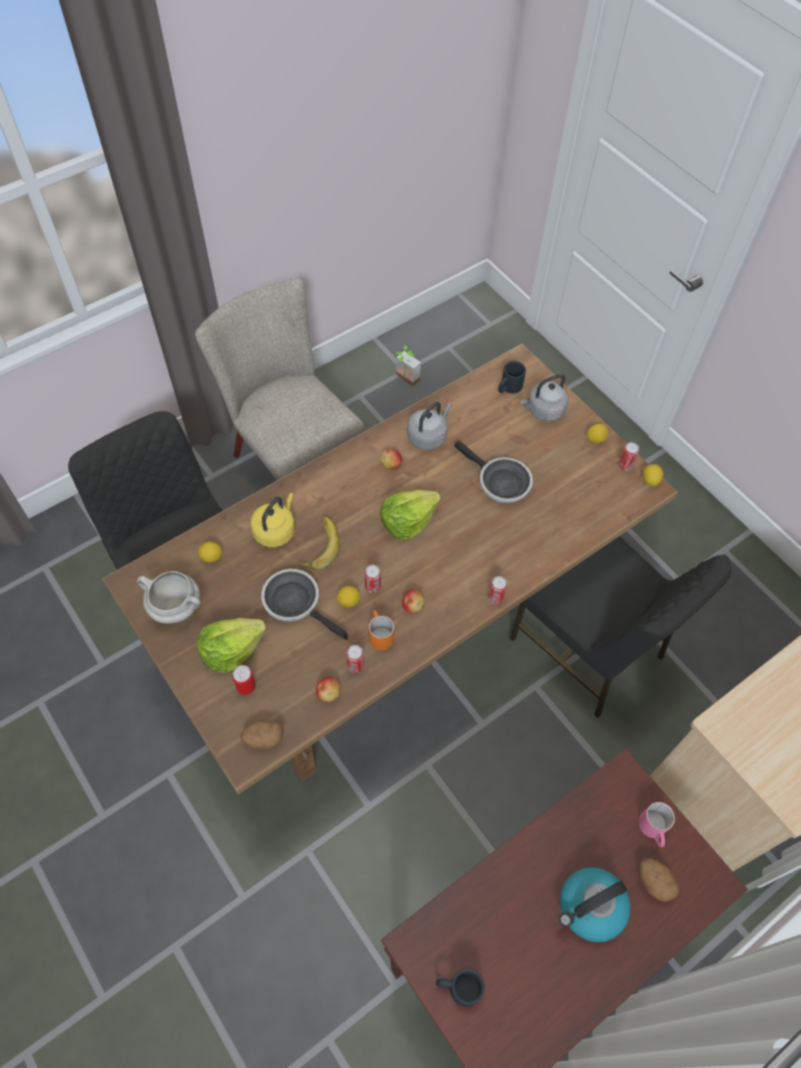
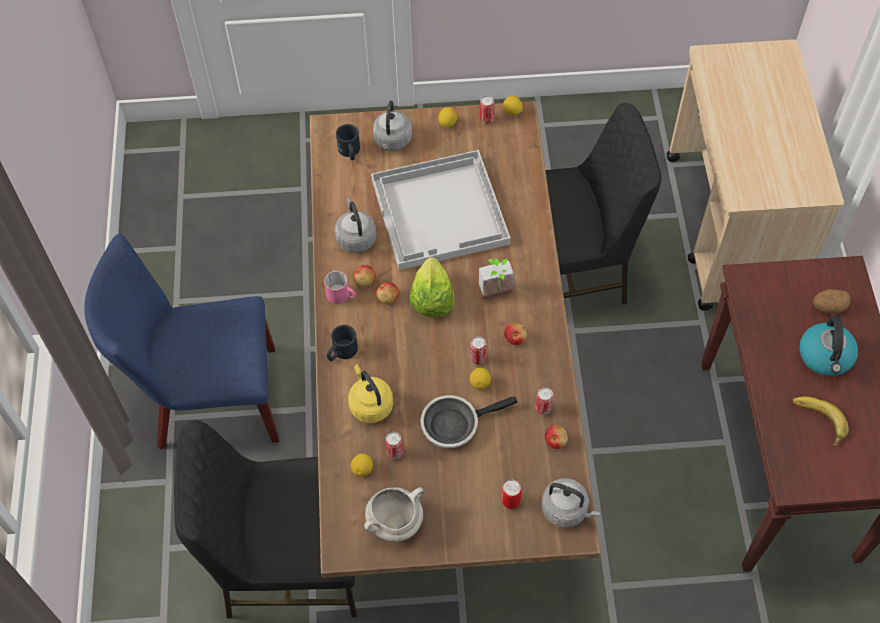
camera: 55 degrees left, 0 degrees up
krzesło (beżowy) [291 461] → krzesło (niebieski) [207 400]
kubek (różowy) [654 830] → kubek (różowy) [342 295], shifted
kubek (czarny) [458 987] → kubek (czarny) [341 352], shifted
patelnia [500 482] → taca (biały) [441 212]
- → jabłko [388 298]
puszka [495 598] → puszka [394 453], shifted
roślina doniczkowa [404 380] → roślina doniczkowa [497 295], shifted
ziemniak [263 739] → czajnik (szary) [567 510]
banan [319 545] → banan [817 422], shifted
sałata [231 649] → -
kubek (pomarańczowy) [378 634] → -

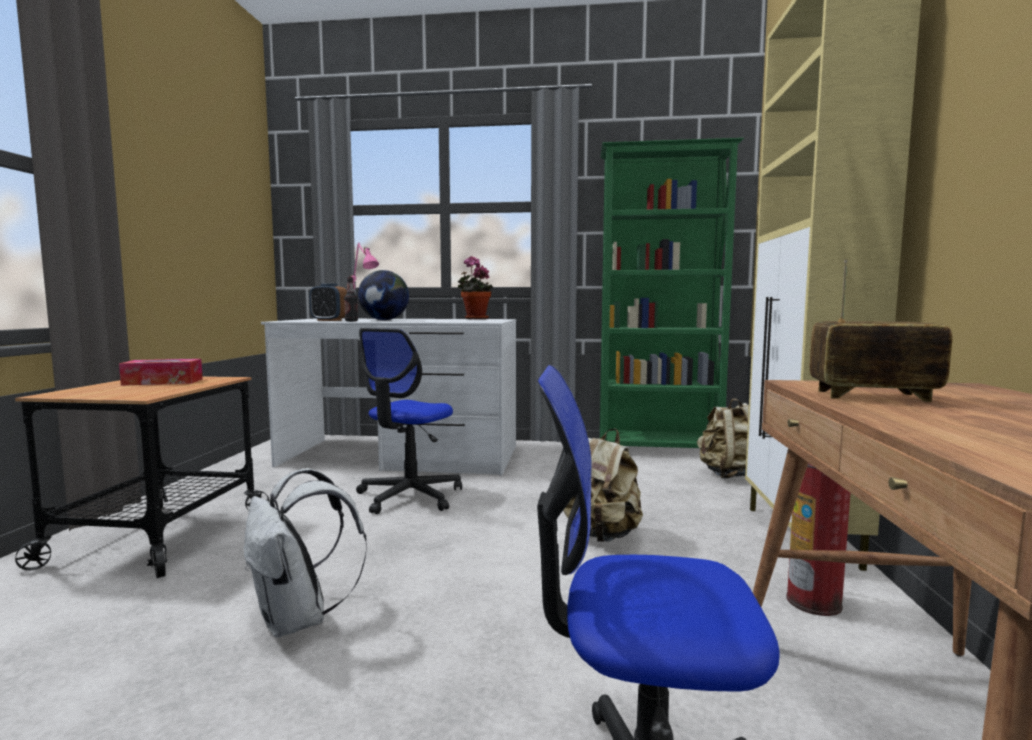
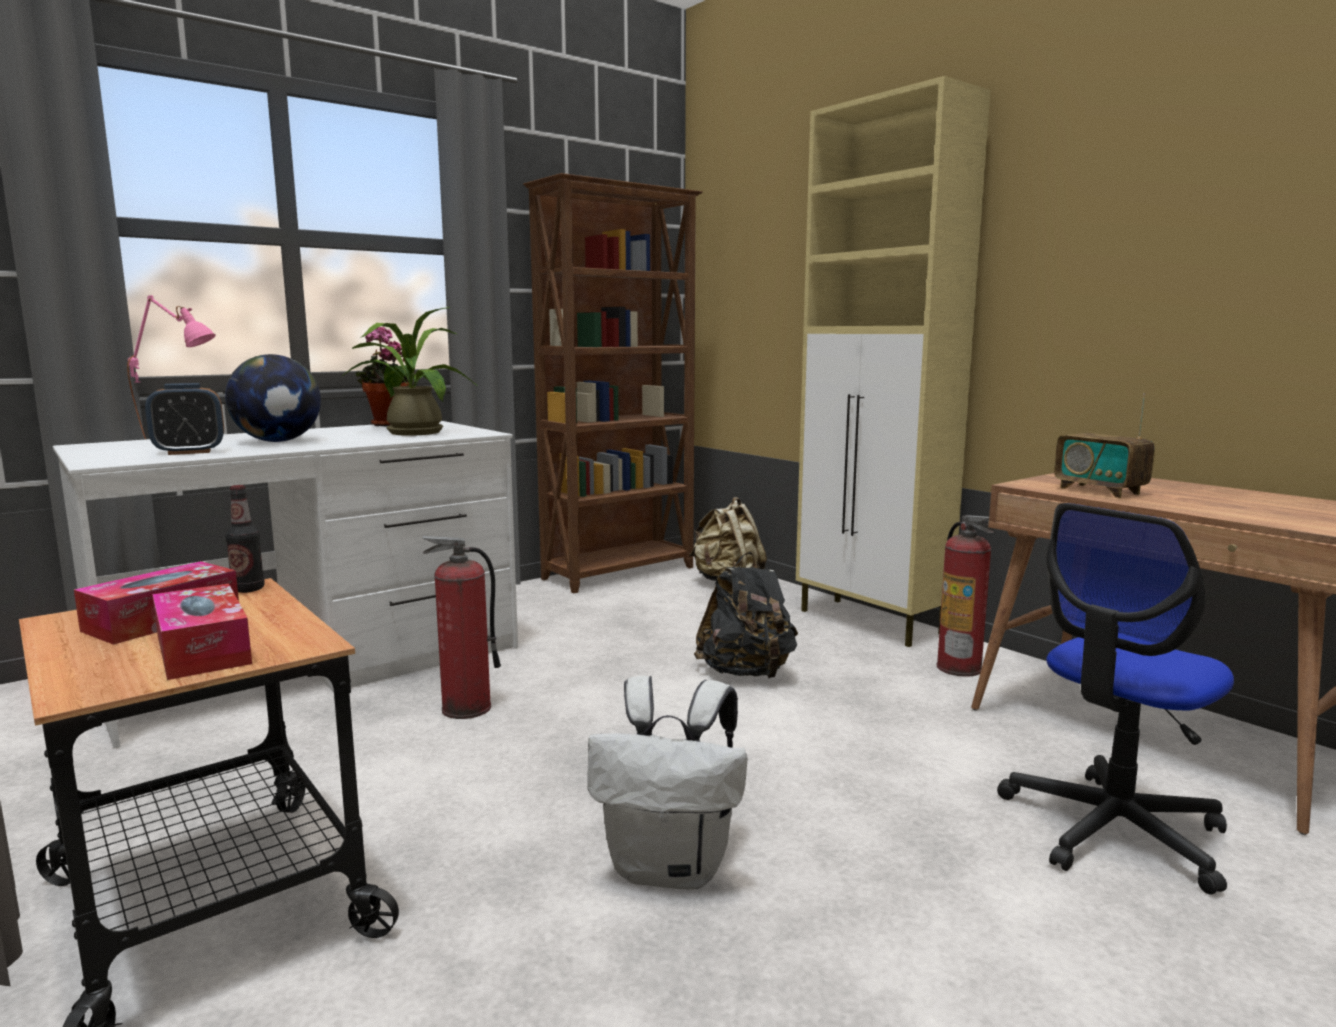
camera: 45 degrees left, 5 degrees up
- → pudełko chusteczek [203 649]
butelka [351 321] → butelka [248 589], shifted
- → roślina doniczkowa [411 432]
krzesło biurowe [409 496] → gaśnica [466 708]
regał (zielony) [659 451] → regał (brązowy) [621 573]
plecak (beżowy) [602 535] → plecak (czarny) [746 673]
radio [872 396] → radio [1100 491], 90 degrees counterclockwise

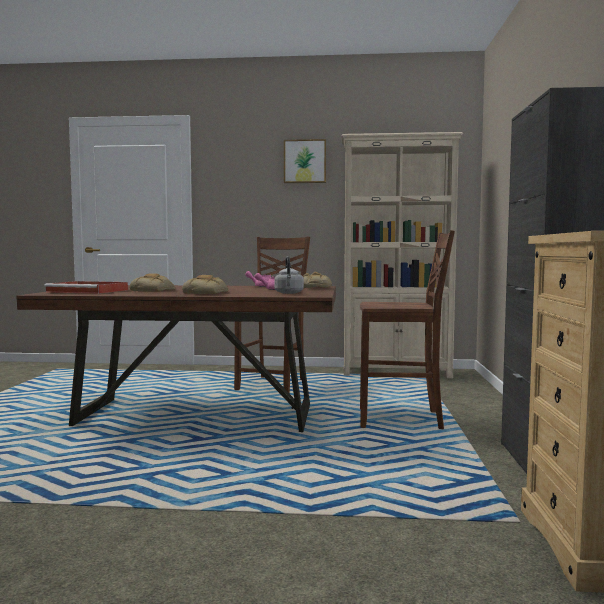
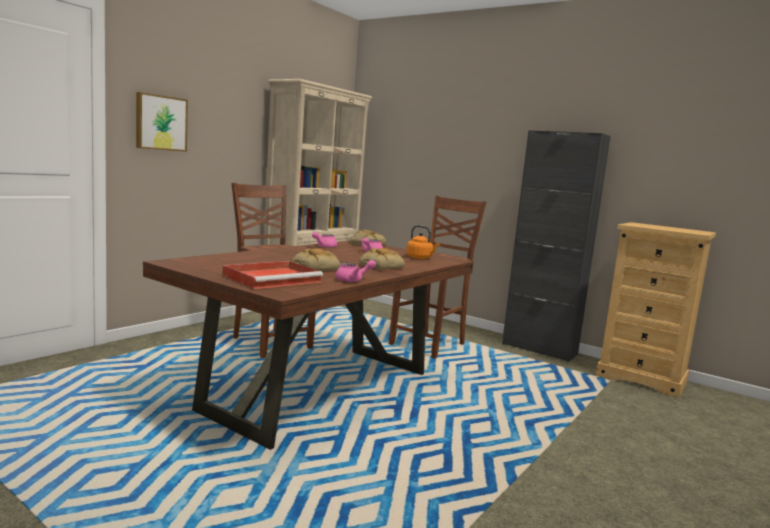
camera: 60 degrees left, 5 degrees up
obraz [305 161] → obraz [160 123], shifted
- → imbryk (różowy) [353 280]
czajnik (szary) [289 293] → czajnik (pomarańczowy) [420 258]

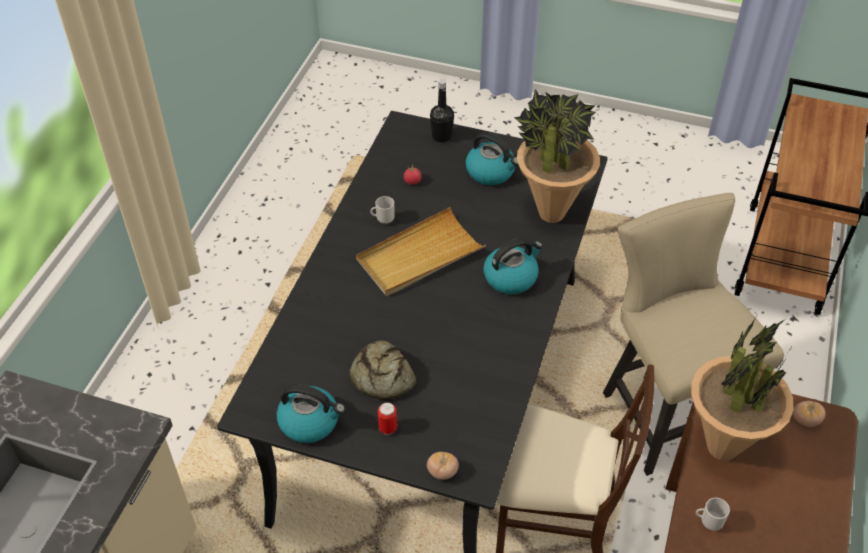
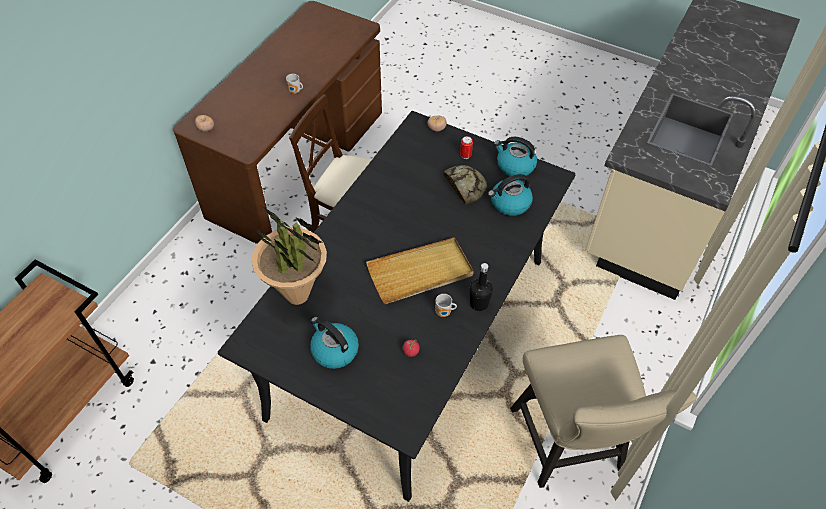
camera: 170 degrees left, 5 degrees up
butelka (czarny) [441 136] → butelka (czarny) [479 304], shifted
czajnik [511 277] → czajnik [509 203], shifted
krzesło (beżowy) [666 408] → krzesło (beżowy) [570 447], shifted
roślina doniczkowa [722 447] → -

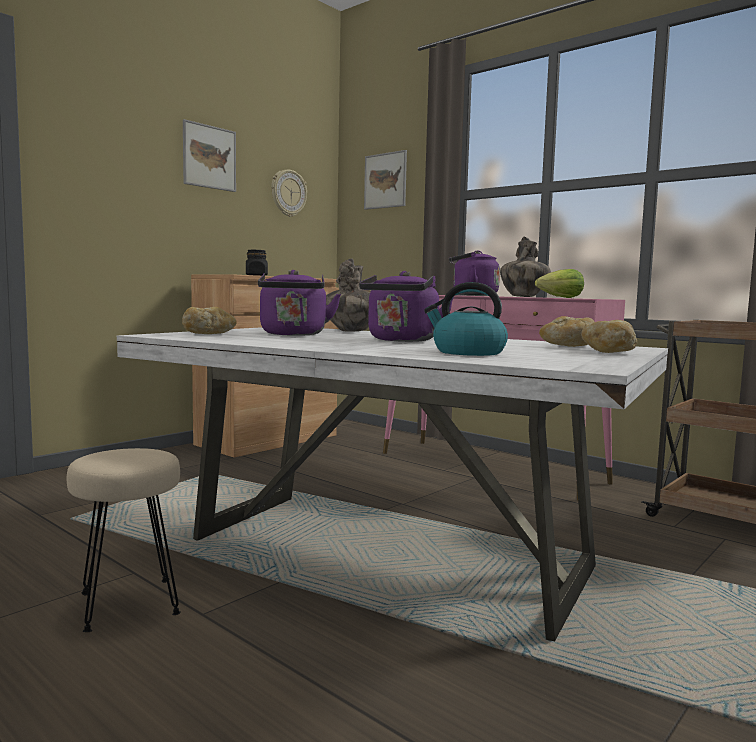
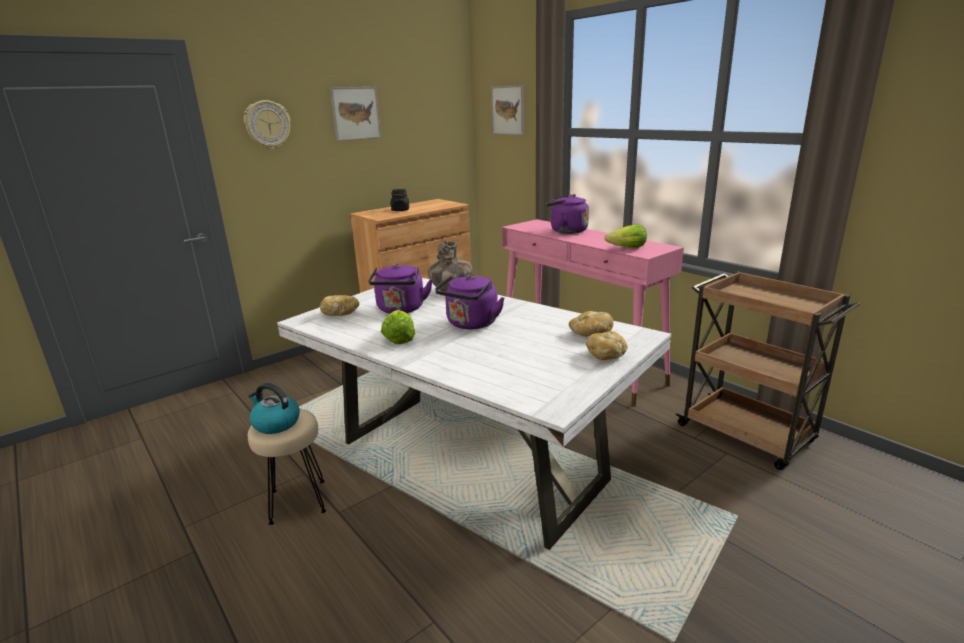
camera: 10 degrees right, 15 degrees up
zegar ścienny [288 193] → zegar ścienny [267 125], shifted
czajnik [467 352] → czajnik [275 423], shifted
- → sałata [399 338]
wazon [523 296] → -

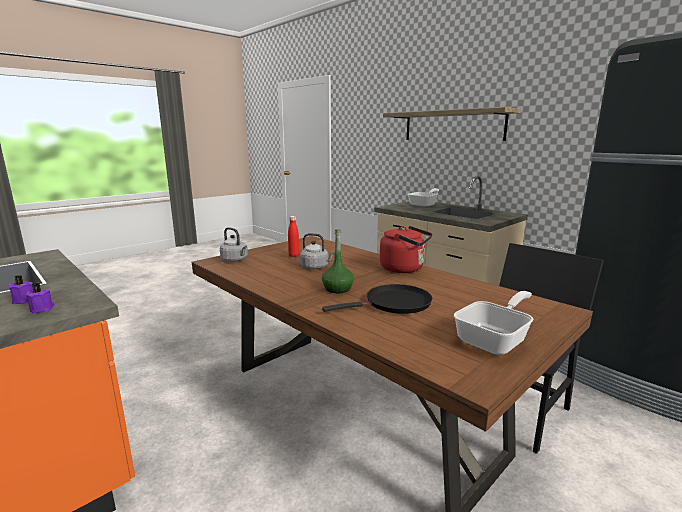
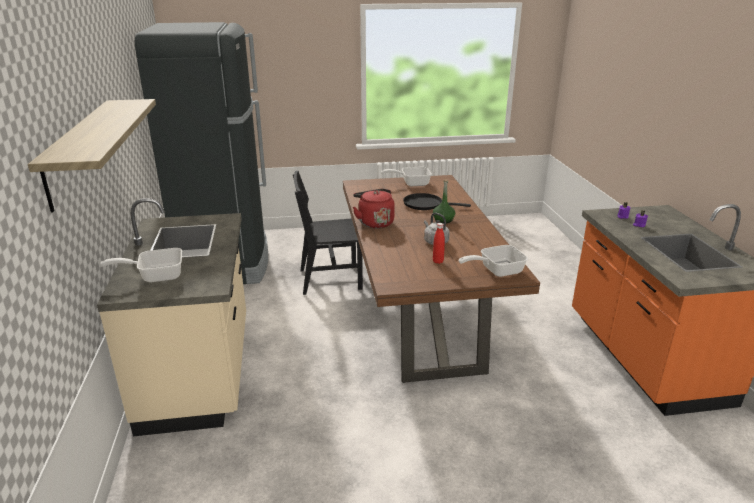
camera: 145 degrees left, 10 degrees up
czajnik (szary) [235 260] → patelnia [496 271]

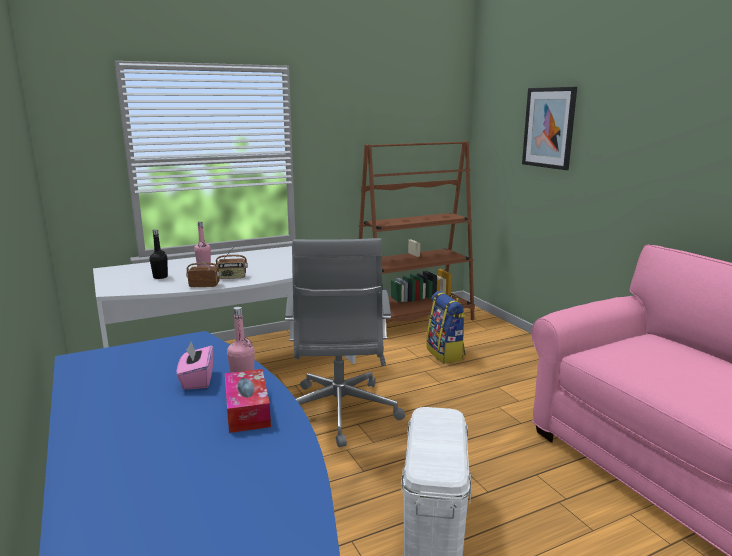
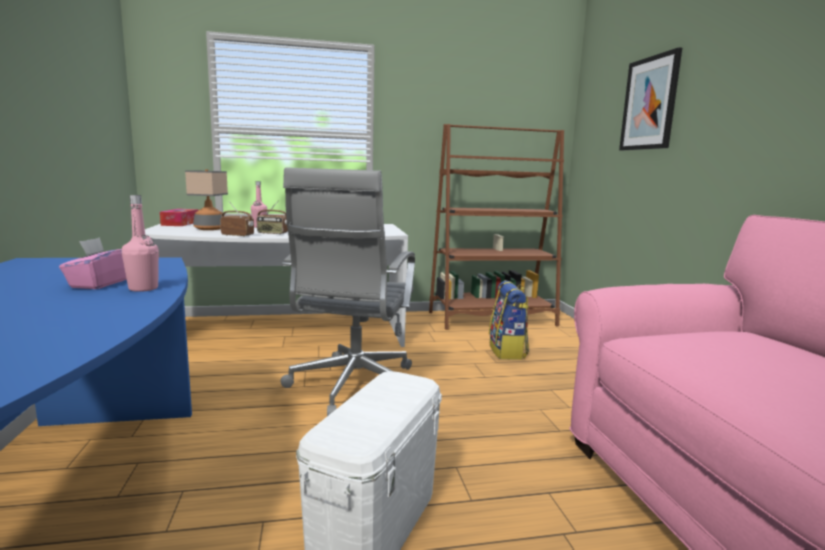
camera: 15 degrees right, 5 degrees down
pudełko chusteczek [247 410] → pudełko chusteczek [180 223], shifted
butelka (czarny) [160 277] → lampa stołowa [210 229]

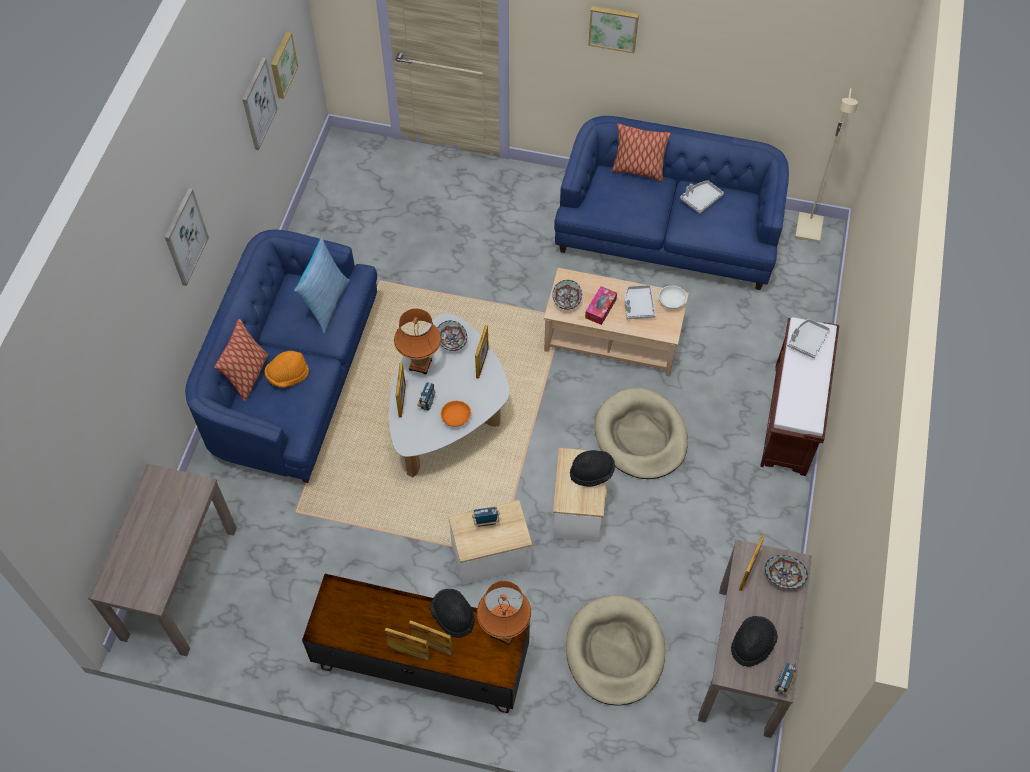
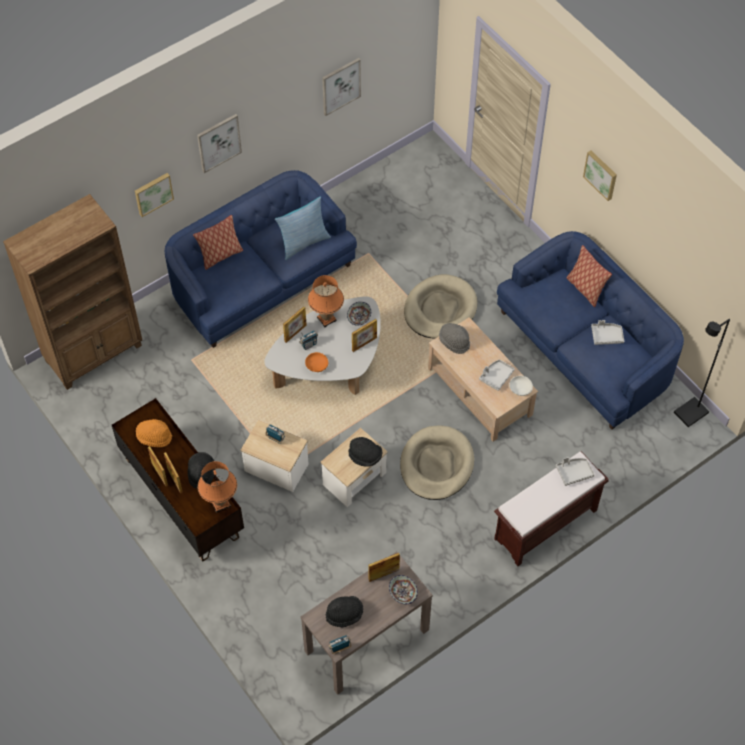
camera: 40 degrees right, 0 degrees up
stolik konsolowy (brązowy) [179 582] → regał (brązowy) [94 353]
obraz [282 65] → obraz [153 193], shifted
kapelusz (pomarańczowy) [287 376] → kapelusz (pomarańczowy) [154 437], shifted
legowisko (beżowy) [615 652] → legowisko (beżowy) [440 309], shifted
miska [567 300] → kapelusz (szary) [454 341]
lampa stojąca (beżowy) [809 229] → lampa stojąca (czarny) [691 414]
pudełko chusteczek [600 308] → -

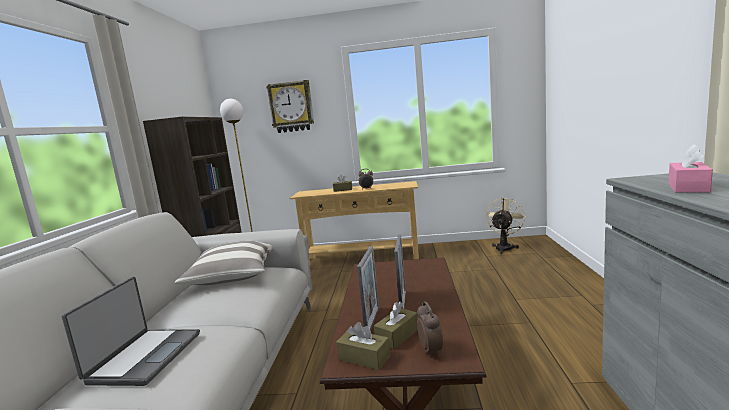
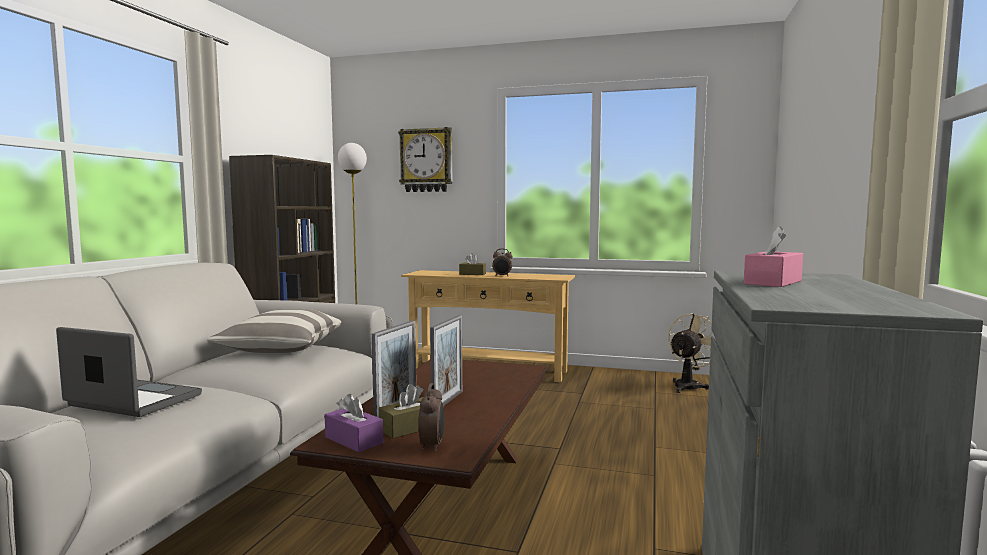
camera: 10 degrees right, 5 degrees down
laptop [144 357] → laptop [132 401], 90 degrees counterclockwise
pudełko chusteczek (brązowy) [364 358] → pudełko chusteczek (fioletowy) [354 440]

